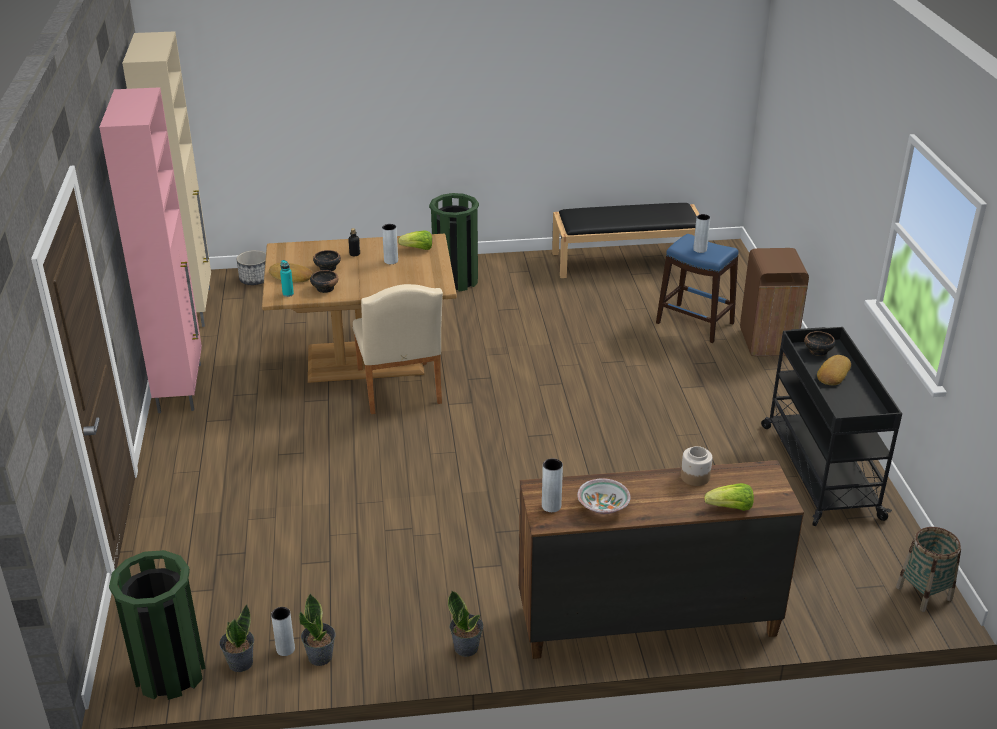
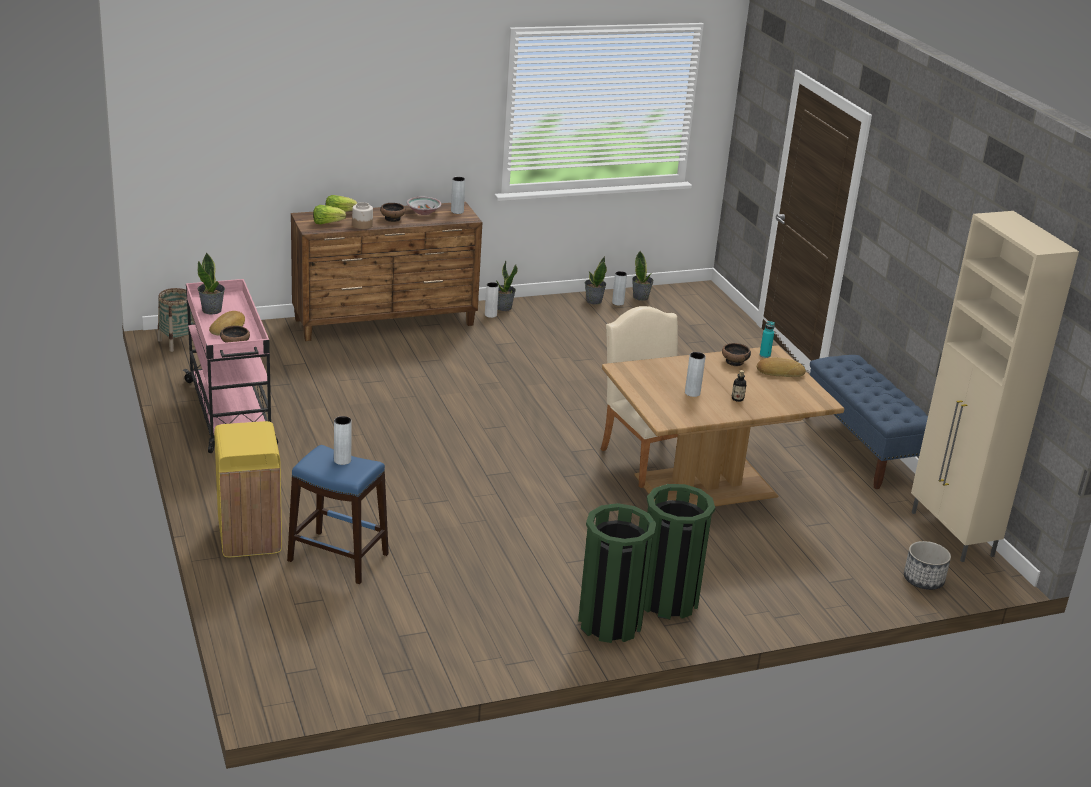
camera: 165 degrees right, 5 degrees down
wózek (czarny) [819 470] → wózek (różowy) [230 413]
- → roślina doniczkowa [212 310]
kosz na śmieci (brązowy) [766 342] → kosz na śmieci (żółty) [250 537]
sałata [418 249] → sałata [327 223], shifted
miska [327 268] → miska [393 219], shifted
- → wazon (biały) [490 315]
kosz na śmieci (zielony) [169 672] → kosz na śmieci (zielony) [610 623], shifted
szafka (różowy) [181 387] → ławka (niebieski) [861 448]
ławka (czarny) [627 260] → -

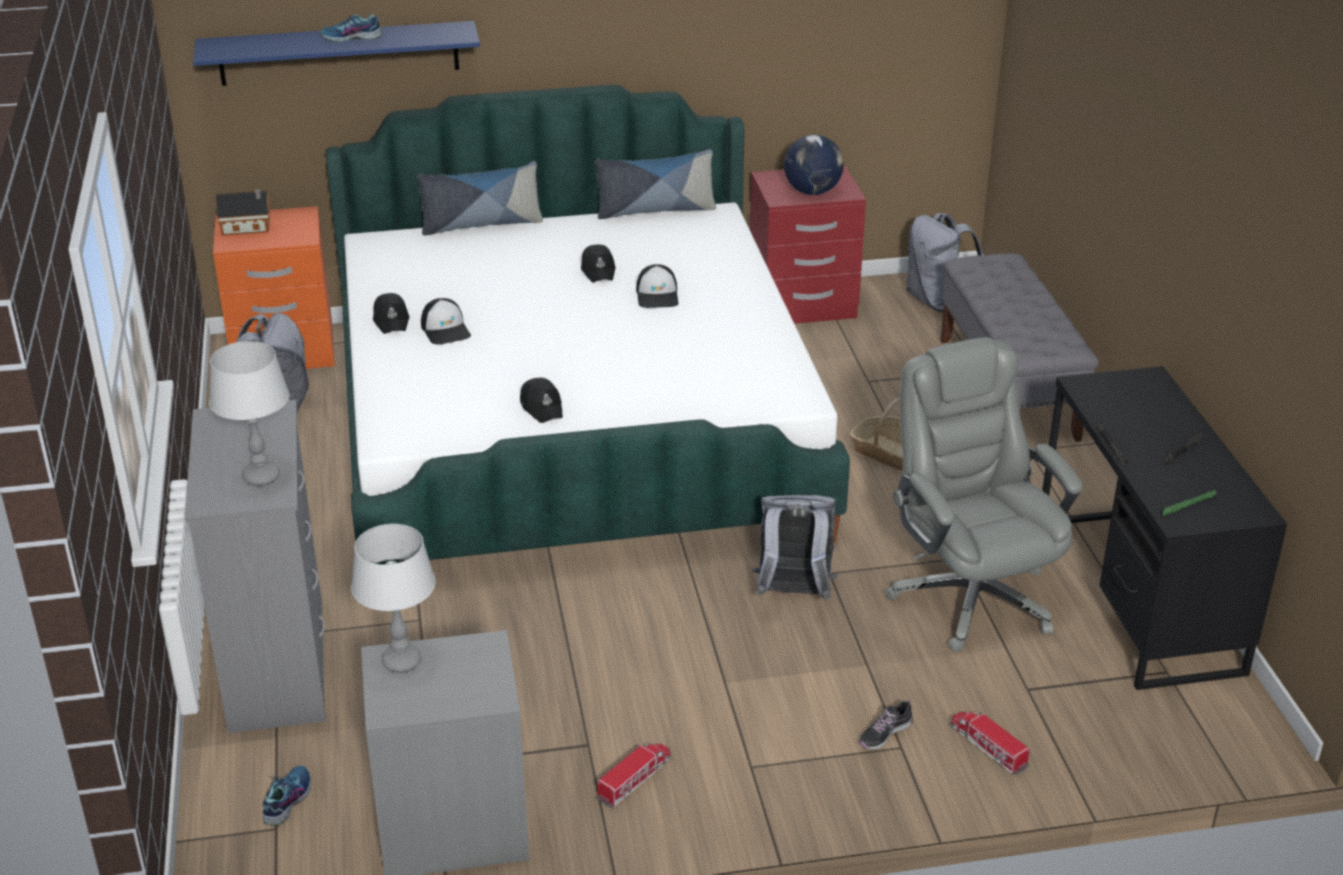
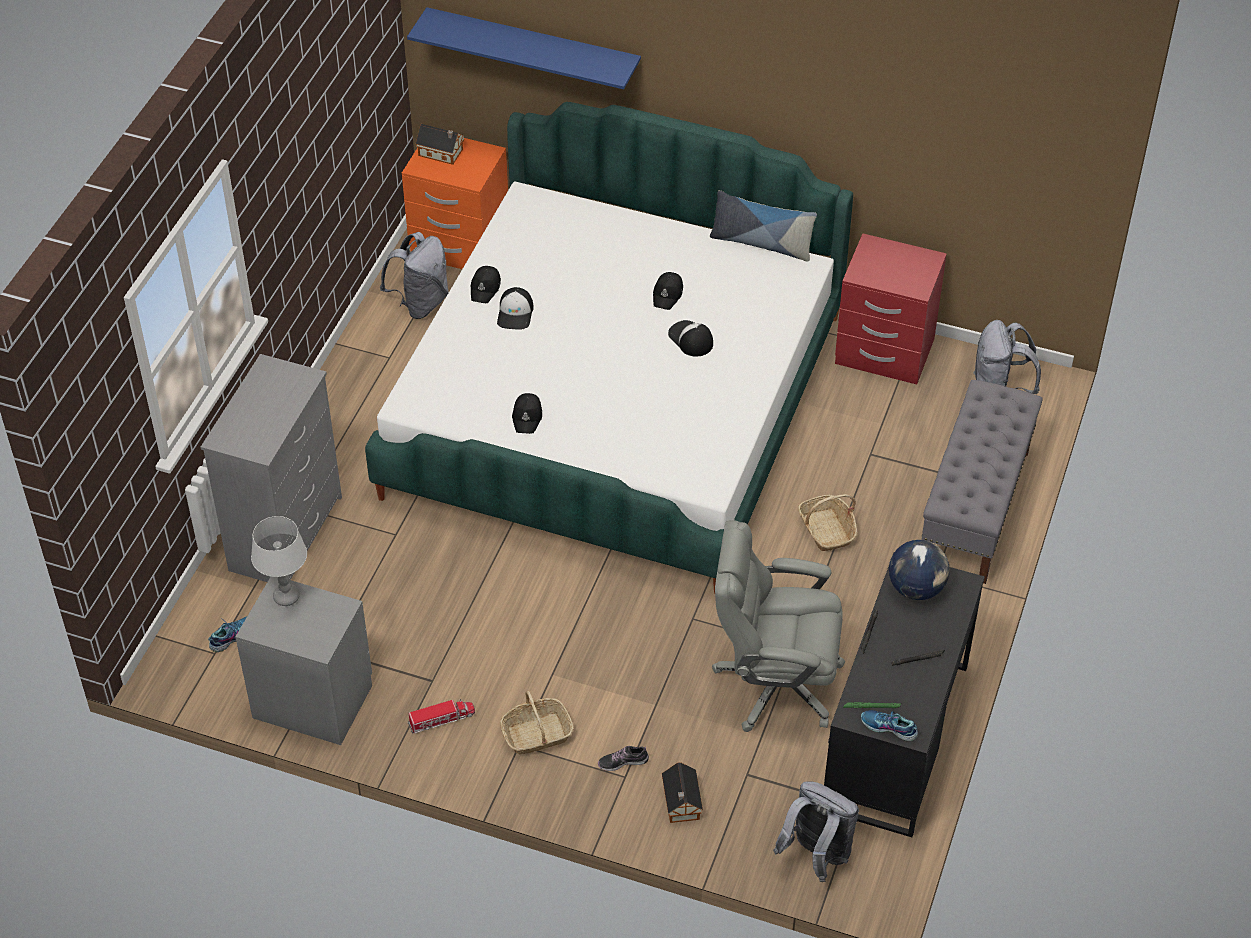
camera: 30 degrees right, 15 degrees up
- → koszyk [536 734]
ciężarówka zabawkowa [988 747] → domek [681 804]
czapka z daszkiem [658 295] → czapka z daszkiem [690 339], 120 degrees clockwise
krzesło biurowe (szary) [971 596] → krzesło biurowe (szary) [775 683], 90 degrees counterclockwise
plecak (szary) [793 594] → plecak (szary) [816 855], shifted
but [352 37] → but [888 728], shifted
globus [813 191] → globus [916 588], shifted
lampa stołowa (szary) [261 477] → -
poduszka [481 224] → -

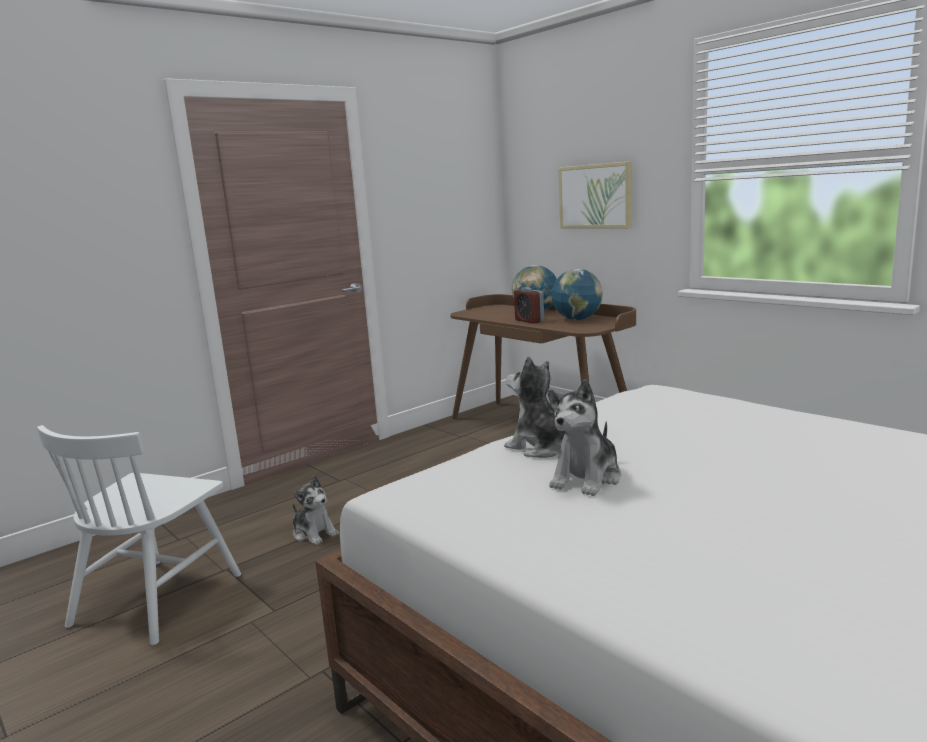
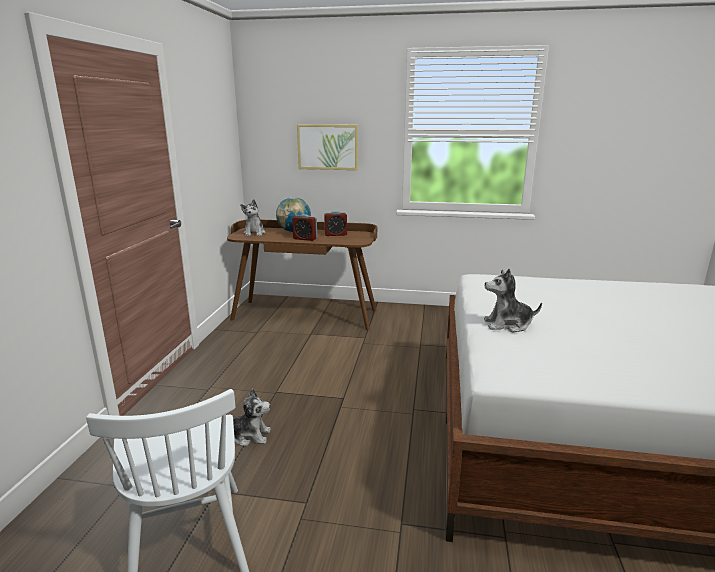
camera: 40 degrees left, 5 degrees up
pluszak [587 478] → pluszak [254 233], shifted
globus [577 319] → budzik [335 234]

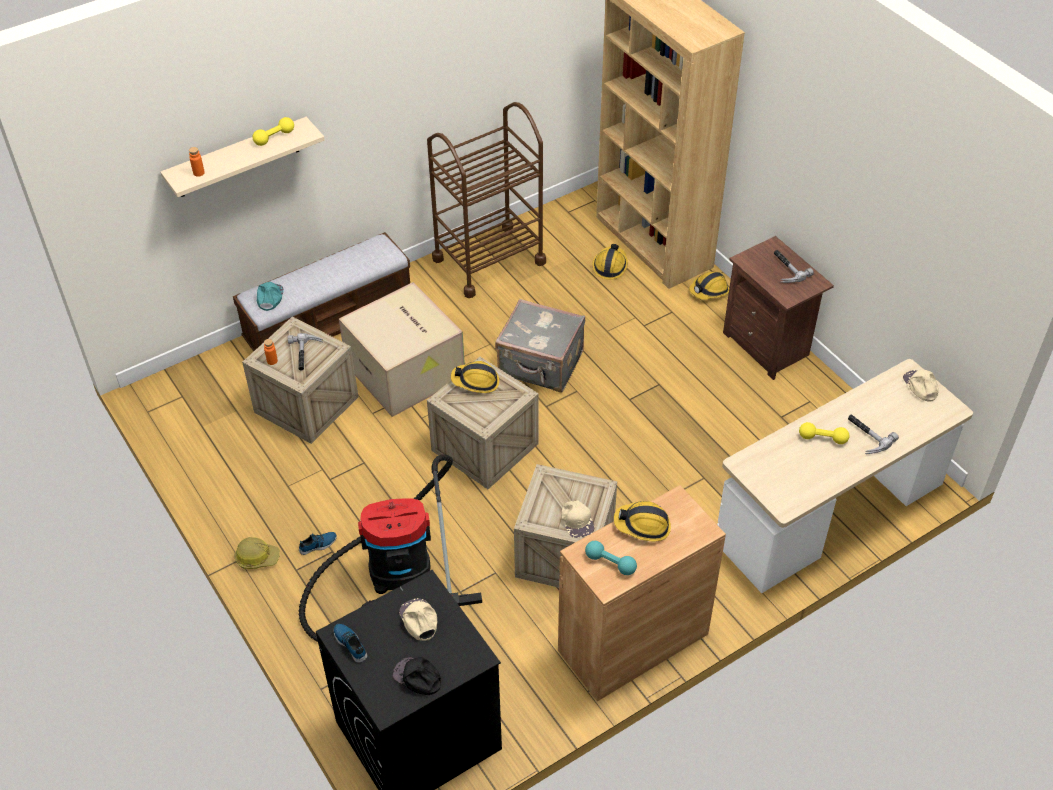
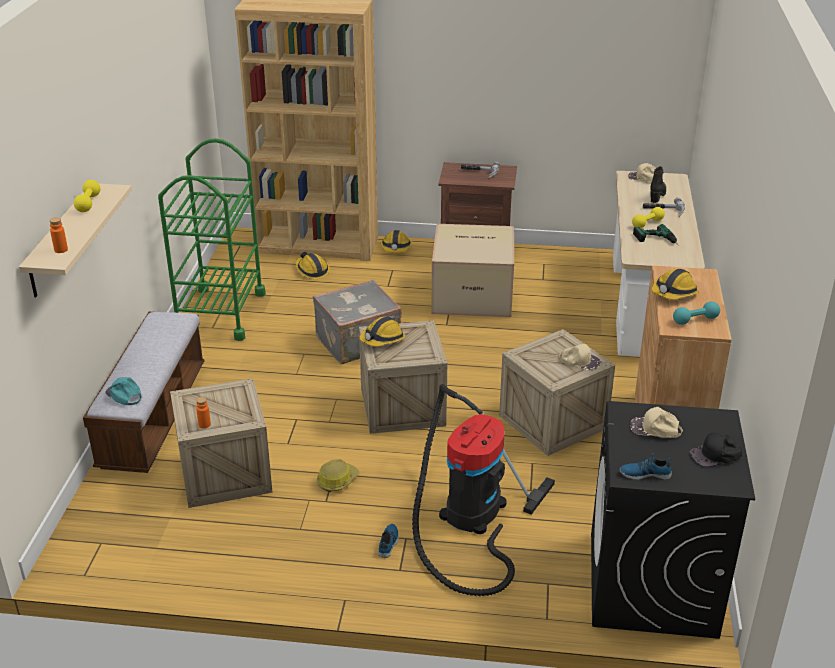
camera: 50 degrees left, 15 degrees down
wózek (brązowy) [489 261] → wózek (zielony) [220 313]
kask [257 557] → kask [337 481], shifted
karton [407 371] → karton [473 294], shifted
- → wiertarka [657 241]
- → but z cholewką (czarny) [657 195]
młotek [305 354] → -

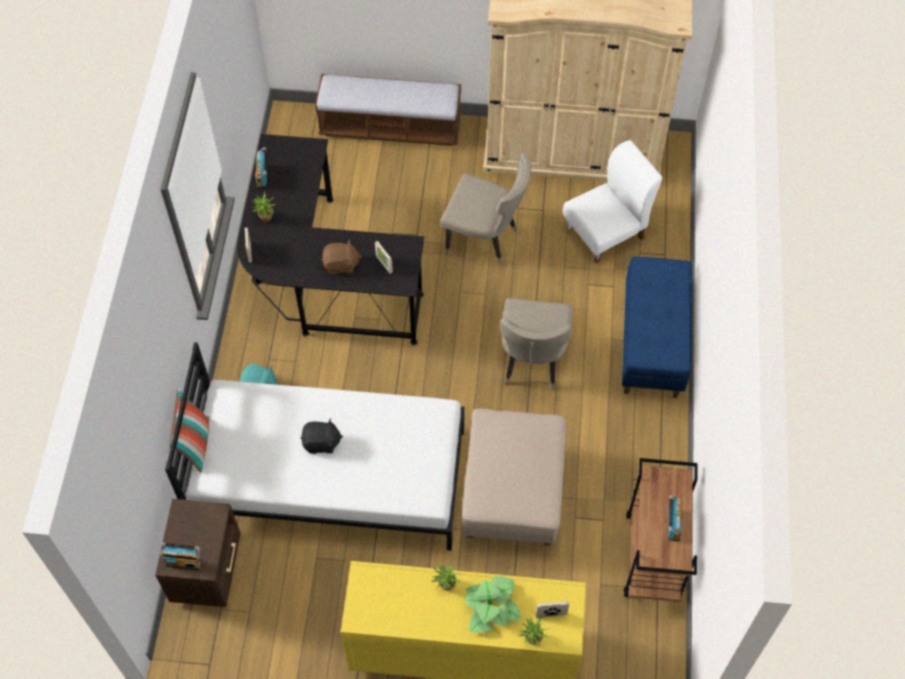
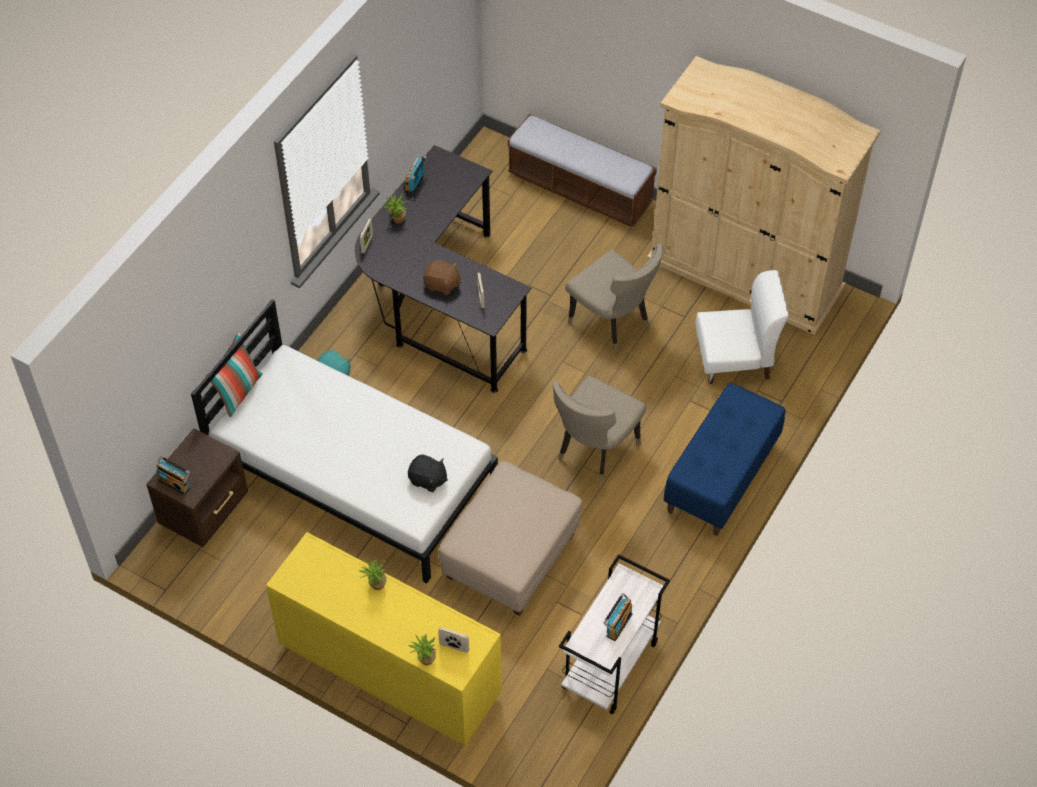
camera: 25 degrees right, 5 degrees down
pluszak (czarny) [321 443] → pluszak (czarny) [427 480], shifted
wózek (brązowy) [653 557] → wózek (biały) [610 667]
roślina doniczkowa [491 607] → -

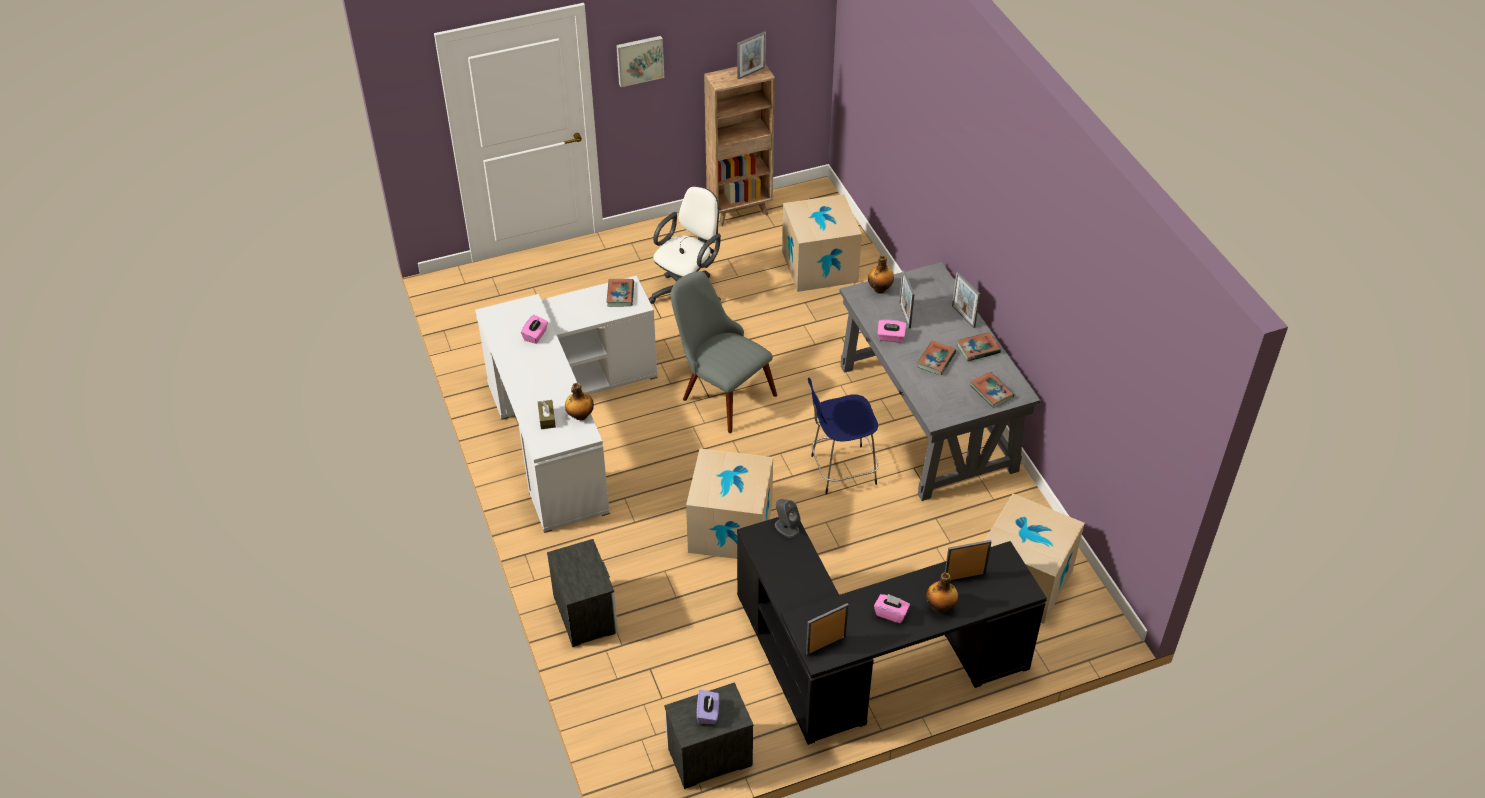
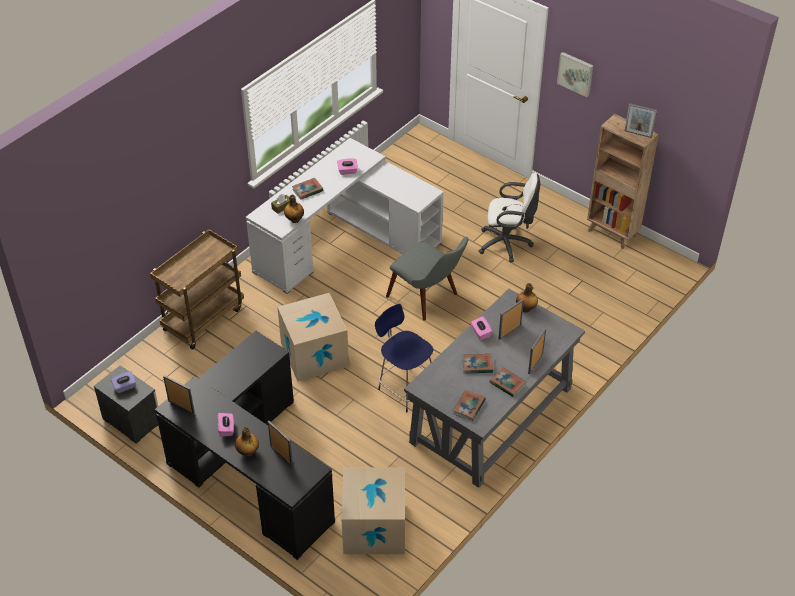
camera: 60 degrees right, 0 degrees up
szafka nocna [585 613] → wózek (brązowy) [203 318]
książka [620 295] → książka [307 190], shifted
krzesło (szary) [720 392] → krzesło (szary) [429 299], 120 degrees clockwise
głośnik (szary) [786 527] → -
karton [819 266] → -

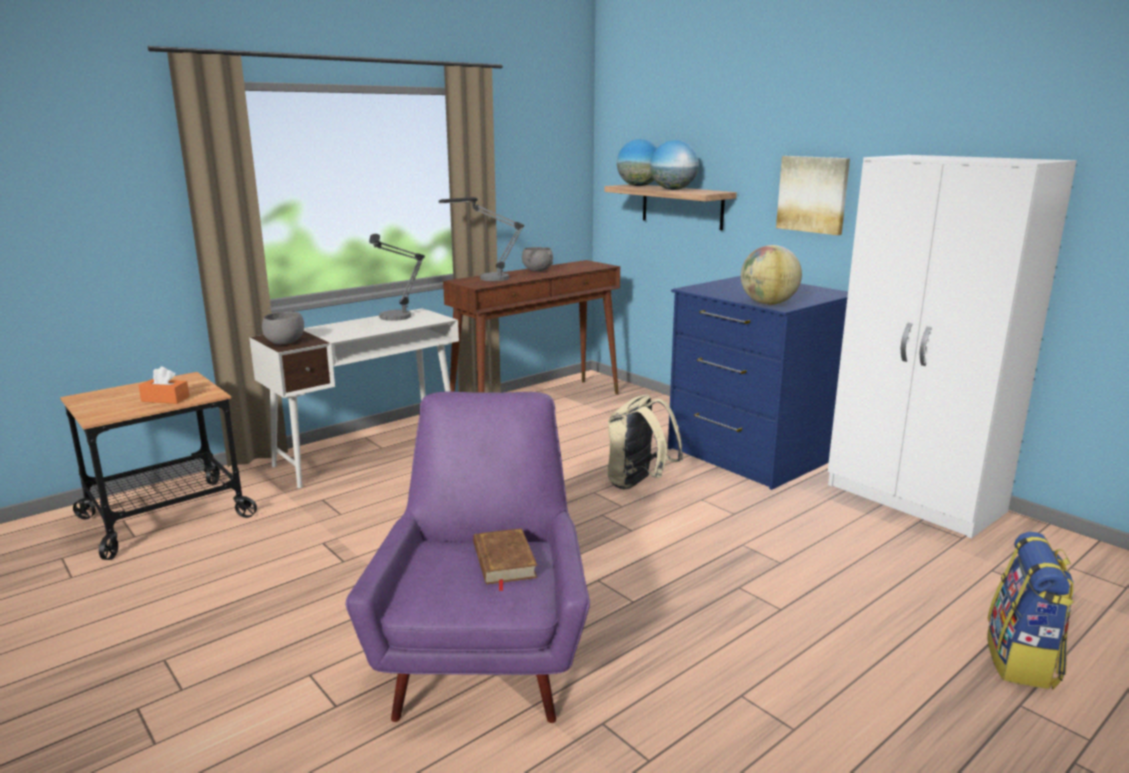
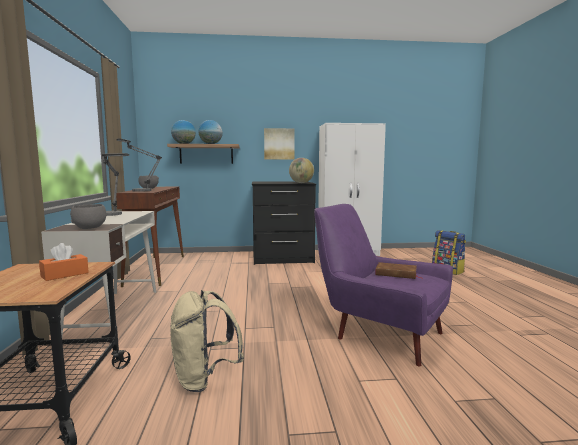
camera: 55 degrees left, 10 degrees down
plecak (beżowy) [639 484] → plecak (beżowy) [204 379], shifted
komoda (niebieski) [751 453] → komoda (czarny) [282 257]

